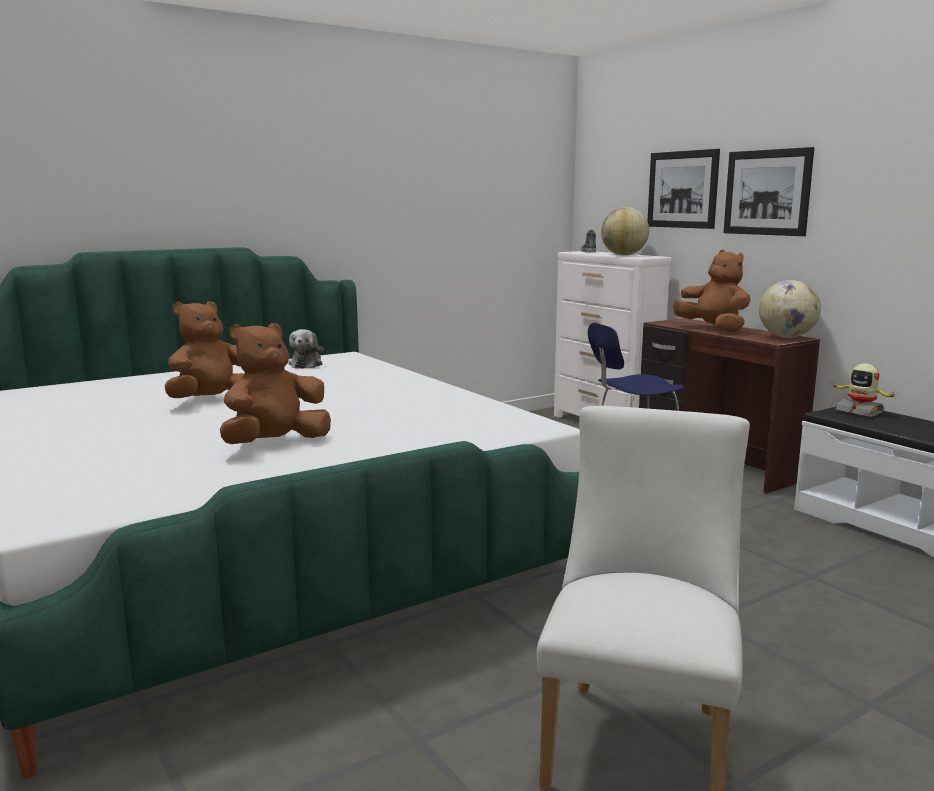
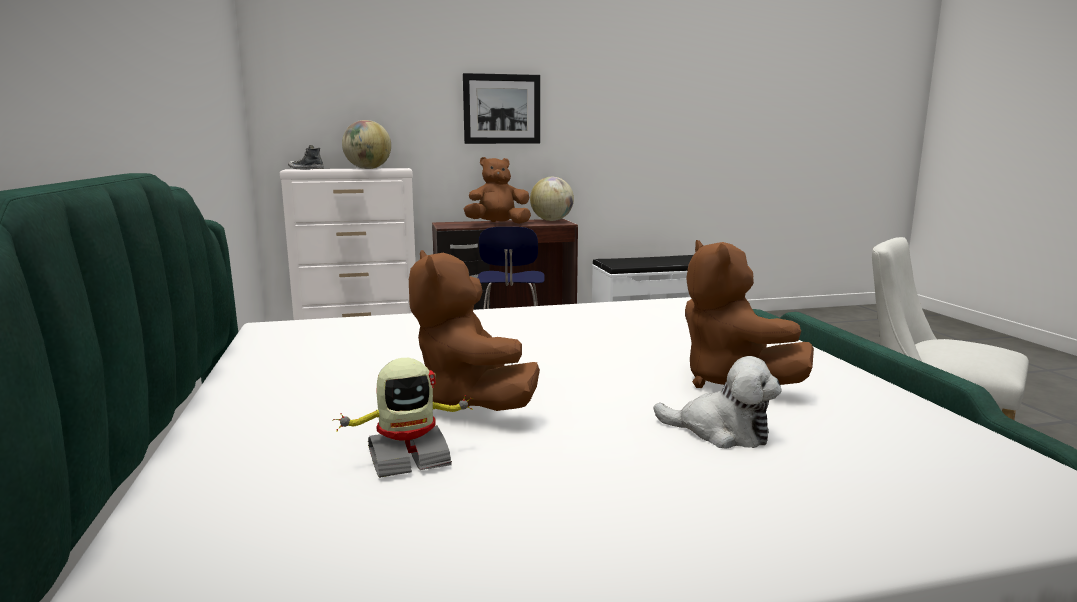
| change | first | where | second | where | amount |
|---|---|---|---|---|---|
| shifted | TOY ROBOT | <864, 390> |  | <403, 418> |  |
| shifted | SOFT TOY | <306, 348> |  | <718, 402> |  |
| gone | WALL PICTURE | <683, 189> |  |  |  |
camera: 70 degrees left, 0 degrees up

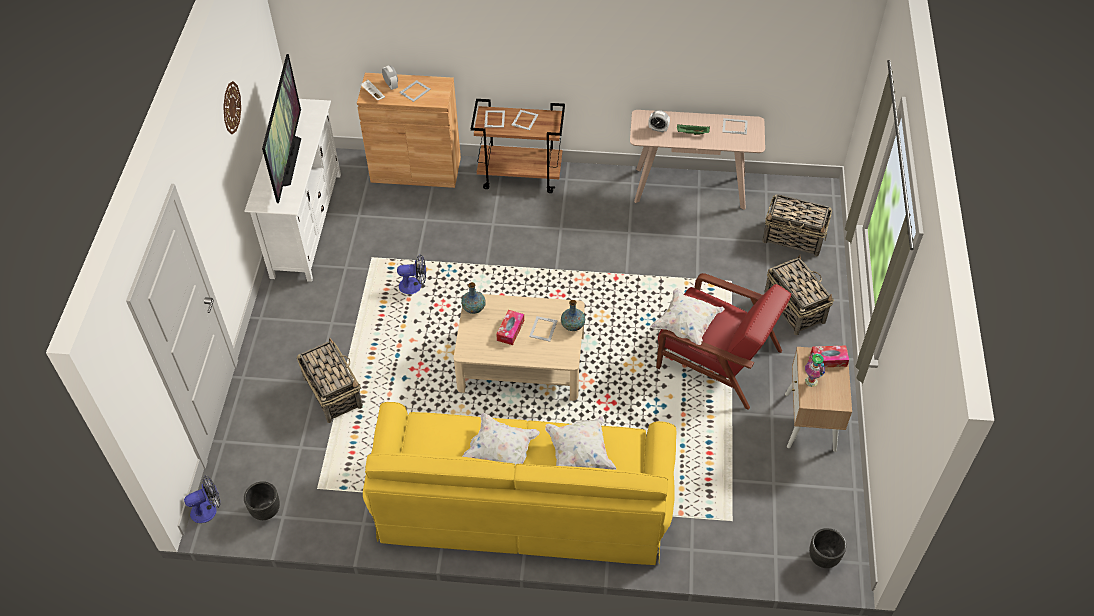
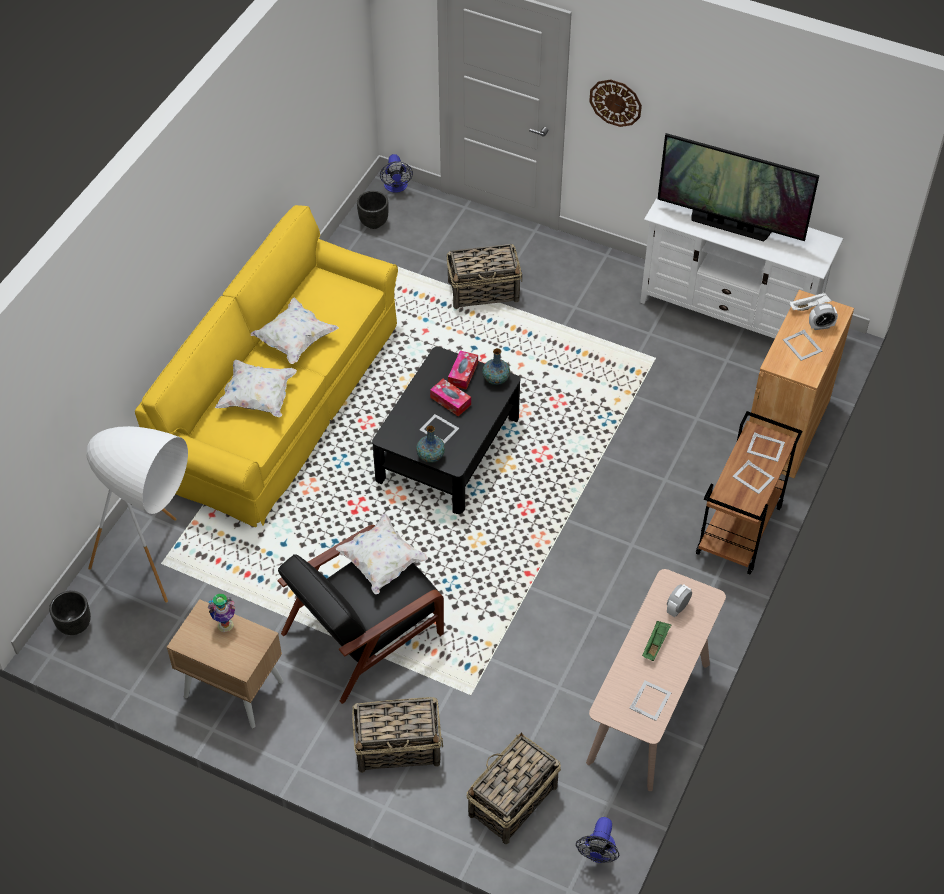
| change | first | where | second | where | amount |
|---|---|---|---|---|---|
| new |  |  | WHITE-COLOURED STANDING LAMP | <137, 514> |  |
| repainted | RED LOUNGE CHAIR | <723, 341> | BLACK-COLOURED LOUNGE CHAIR | <360, 614> |  |
| repainted | SAND-COLOURED COFFEE TABLE | <519, 347> | BLACK-COLOURED COFFEE TABLE | <446, 430> |  |
| shifted | TISSUE BOX | <829, 356> |  | <463, 370> |  |
| shifted | FAN | <411, 274> |  | <598, 840> |  |
| shifted | HANGING CLOCK | <232, 107> |  | <615, 103> |  |
camera: 110 degrees right, 0 degrees up

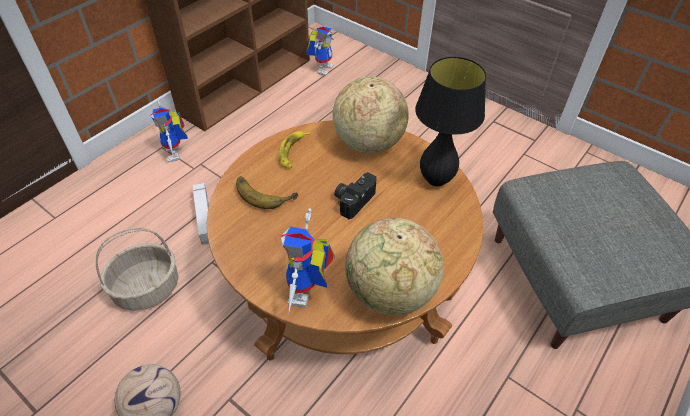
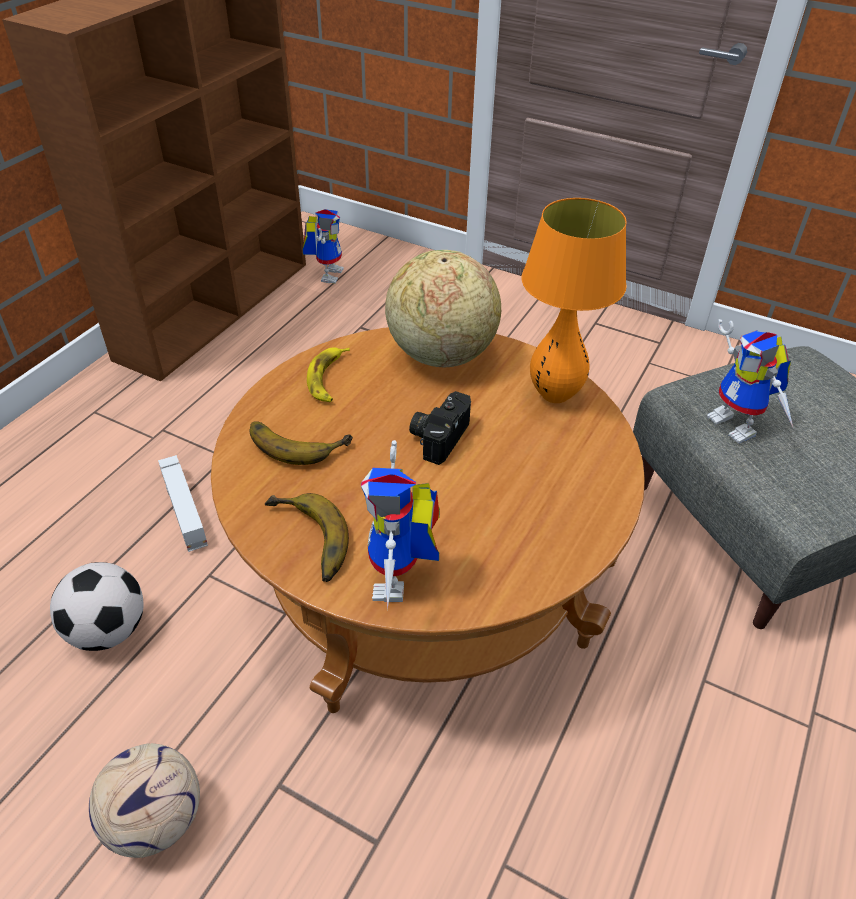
| change | first | where | second | where | amount |
|---|---|---|---|---|---|
| swapped | BASKET | <137, 269> | BALL FOR FOOTBALL | <96, 606> |  |
| new |  |  | BANANA FRUIT | <307, 537> |  |
| repainted | BLACK-COLOURED LAMP FOR A TABLE | <450, 121> | ORANGE-COLOURED LAMP FOR A TABLE | <574, 300> |  |
| shifted | TOY ROBOT | <169, 131> |  | <750, 381> |  |
| gone | GLOBE | <394, 266> |  |  |  |
camera: 10 degrees left, 5 degrees down

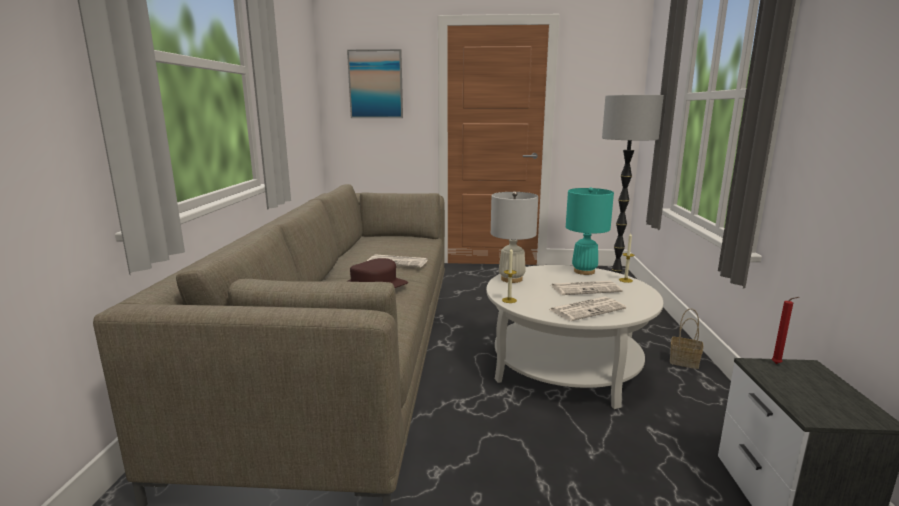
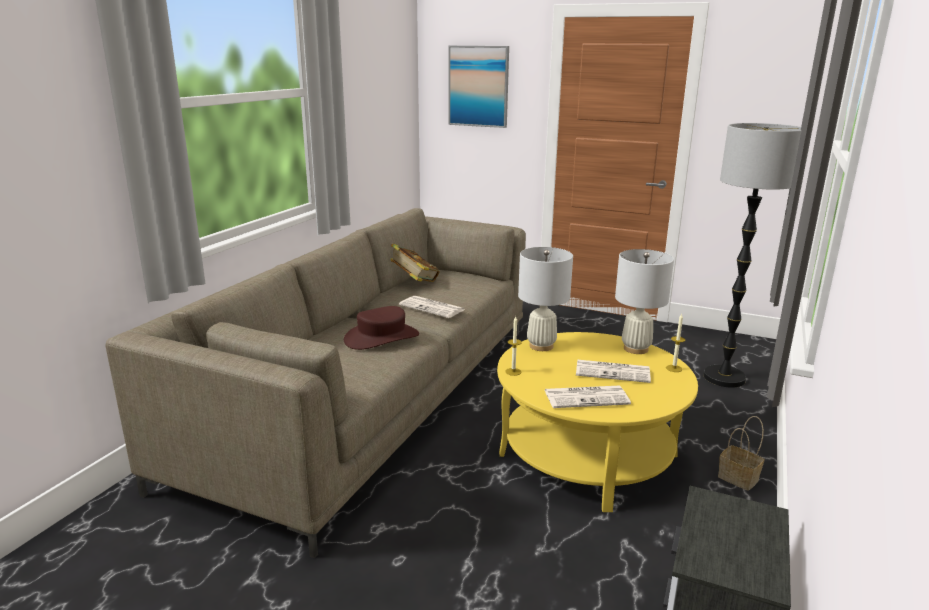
| change | first | where | second | where | amount |
|---|---|---|---|---|---|
| new |  |  | BOUND BOOK | <415, 262> |  |
| repainted | WHITE-COLOURED COFFEE TABLE | <574, 337> | YELLOW COFFEE TABLE | <597, 422> |  |
| repainted | BLUE-GREEN LAMP FOR A TABLE | <590, 231> | WHITE-COLOURED LAMP FOR A TABLE | <644, 301> |  |
| gone | RED WAX LIGHT | <785, 330> |  |  |  |
camera: 20 degrees right, 5 degrees up

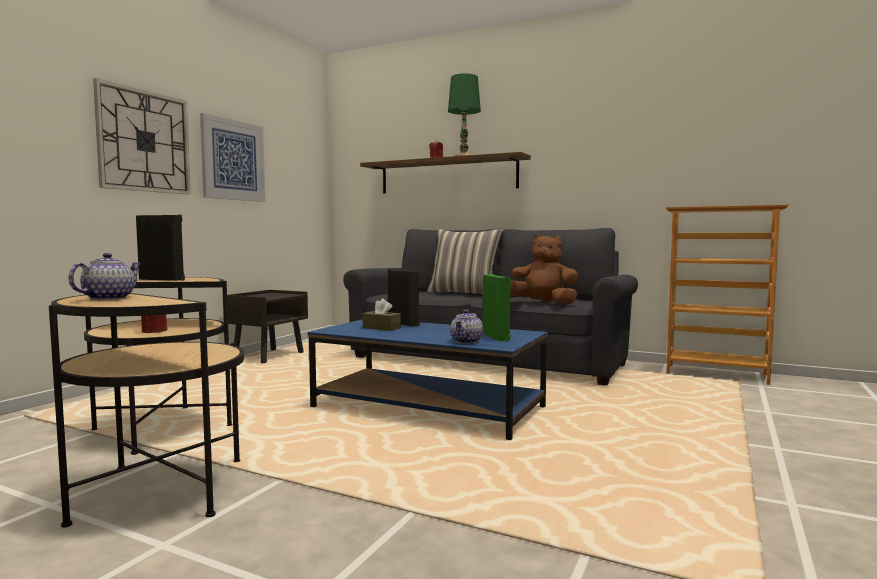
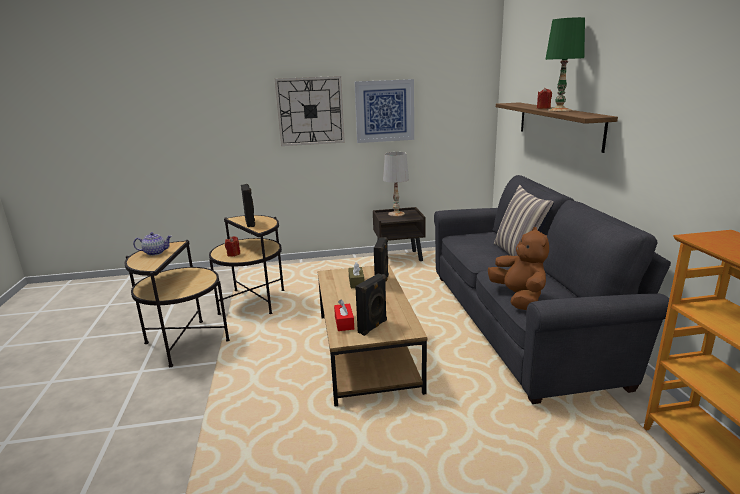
| change | first | where | second | where | amount |
|---|---|---|---|---|---|
| repainted | BLUISH COFFEE TABLE | <428, 379> | BROWNISH COFFEE TABLE | <372, 335> |  |
| swapped | POT FOR TEA | <466, 327> | RED TISSUE BOX | <344, 315> |  |
| repainted | GREENISH LOUDSPEAKER | <497, 308> | BLACK-COLOURED LOUDSPEAKER | <371, 305> |  |
| new |  |  | WHITE-COLOURED LAMP FOR A TABLE | <396, 184> |  |
camera: 55 degrees right, 15 degrees up

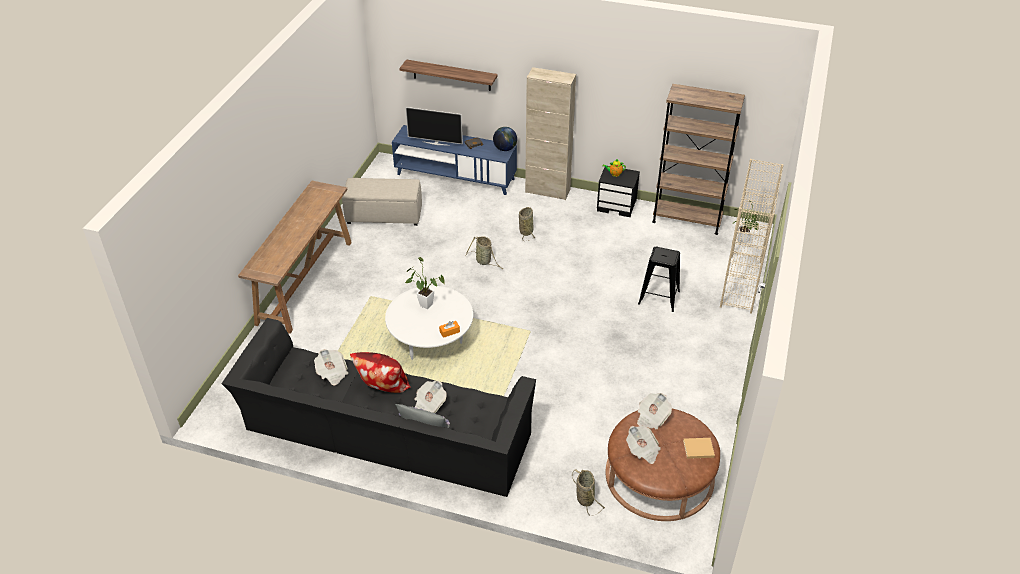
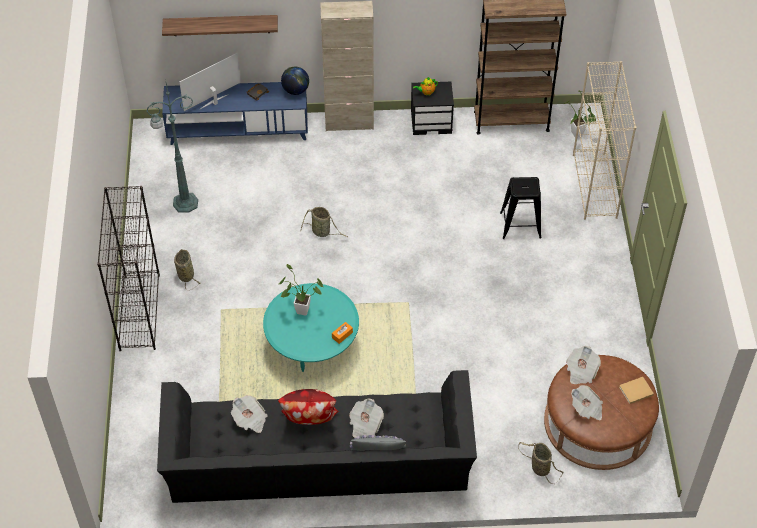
| change | first | where | second | where | amount |
|---|---|---|---|---|---|
| swapped | BROWNISH NARROW TABLE | <295, 257> | BLACK-COLOURED SHELVING UNIT | <128, 268> |  |
| swapped | SAND-COLOURED OTTOMAN | <382, 202> | GREENISH STANDING LAMP | <172, 148> |  |
| shifted | BASKET | <527, 224> |  | <187, 270> |  |
| rotated | TV | <434, 126> |  | <210, 82> | 150 degrees clockwise |
| repainted | WHITE-COLOURED COFFEE TABLE | <429, 323> | BLUE-GREEN COFFEE TABLE | <311, 327> |  |
camera: 20 degrees left, 10 degrees up

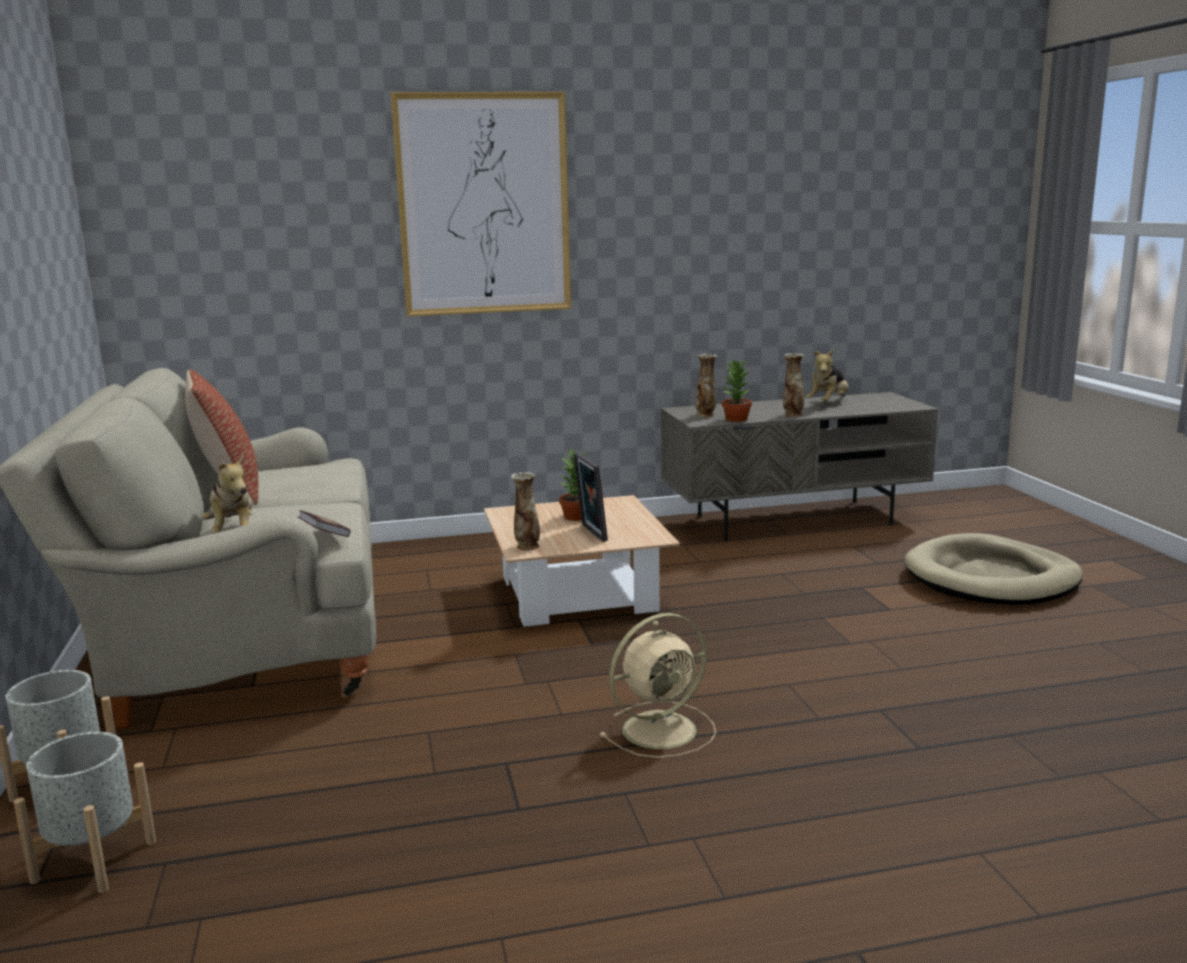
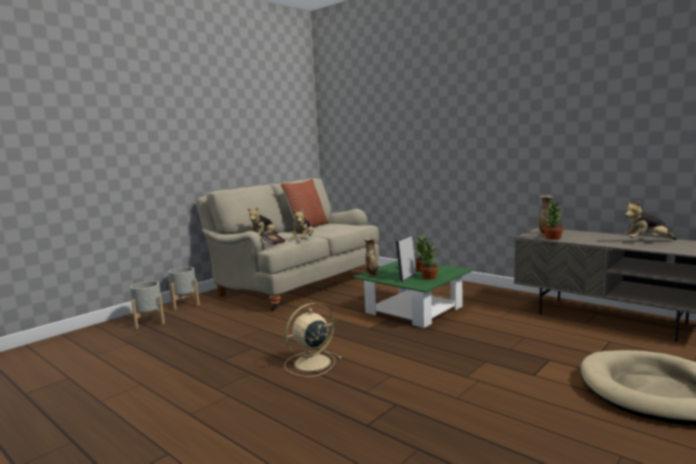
| change | first | where | second | where | amount |
|---|---|---|---|---|---|
| rotated | SAND-COLOURED FAN | <657, 685> |  | <313, 340> | 120 degrees clockwise |
| new |  |  | SOFT TOY | <302, 224> |  |
| repainted | SAND-COLOURED COFFEE TABLE | <582, 561> | GREENISH COFFEE TABLE | <413, 294> |  |
| new |  |  | POTTED PLANT | <429, 260> |  |
| gone | WALL PICTURE | <481, 204> |  |  |  |
| gone | DECORATIVE VASE | <793, 385> |  |  |  |
camera: 55 degrees right, 5 degrees down

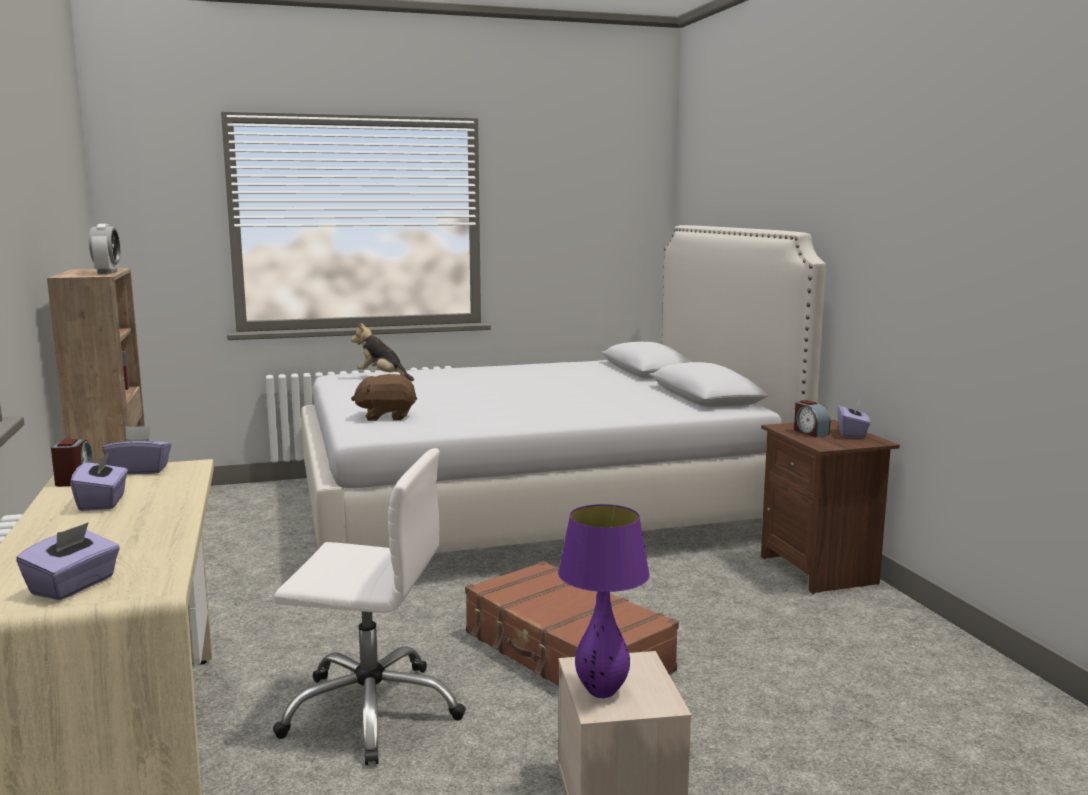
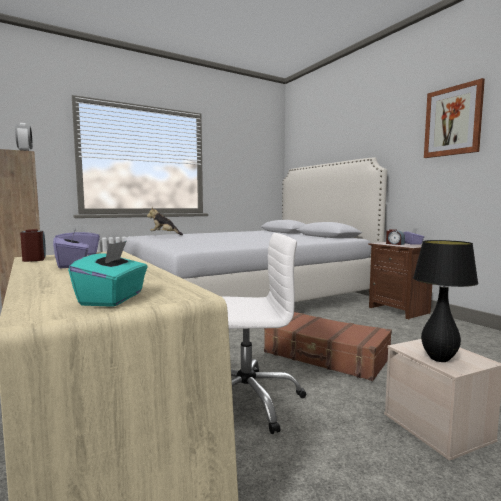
| change | first | where | second | where | amount |
|---|---|---|---|---|---|
| repainted | PURPLE TISSUE BOX | <68, 561> | BLUE-GREEN TISSUE BOX | <108, 274> |  |
| repainted | PURPLE LAMP FOR A TABLE | <604, 601> | BLACK-COLOURED LAMP FOR A TABLE | <445, 301> |  |
| new |  |  | WALL PICTURE | <454, 118> |  |
| gone | BROWNISH SOFT TOY | <384, 397> |  |  |  |
camera: 15 degrees left, 5 degrees down

